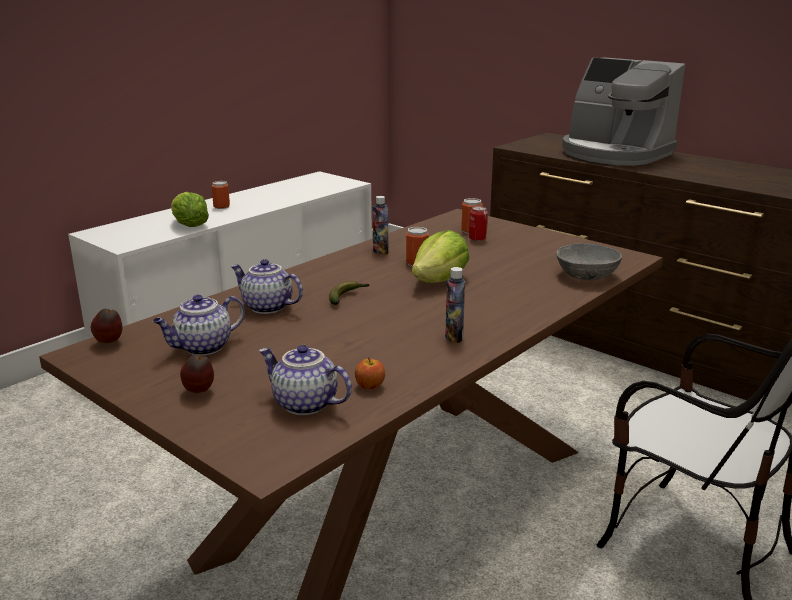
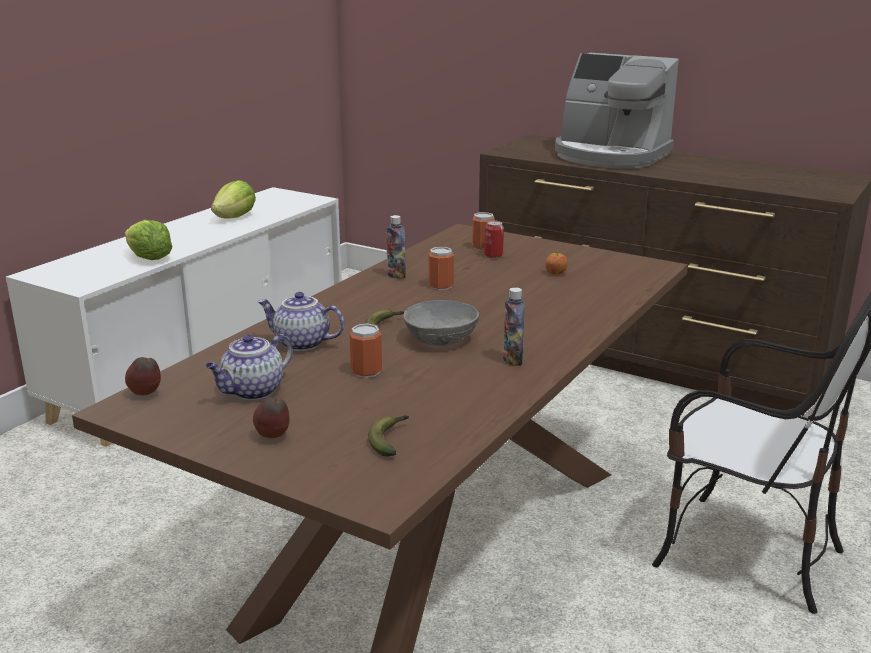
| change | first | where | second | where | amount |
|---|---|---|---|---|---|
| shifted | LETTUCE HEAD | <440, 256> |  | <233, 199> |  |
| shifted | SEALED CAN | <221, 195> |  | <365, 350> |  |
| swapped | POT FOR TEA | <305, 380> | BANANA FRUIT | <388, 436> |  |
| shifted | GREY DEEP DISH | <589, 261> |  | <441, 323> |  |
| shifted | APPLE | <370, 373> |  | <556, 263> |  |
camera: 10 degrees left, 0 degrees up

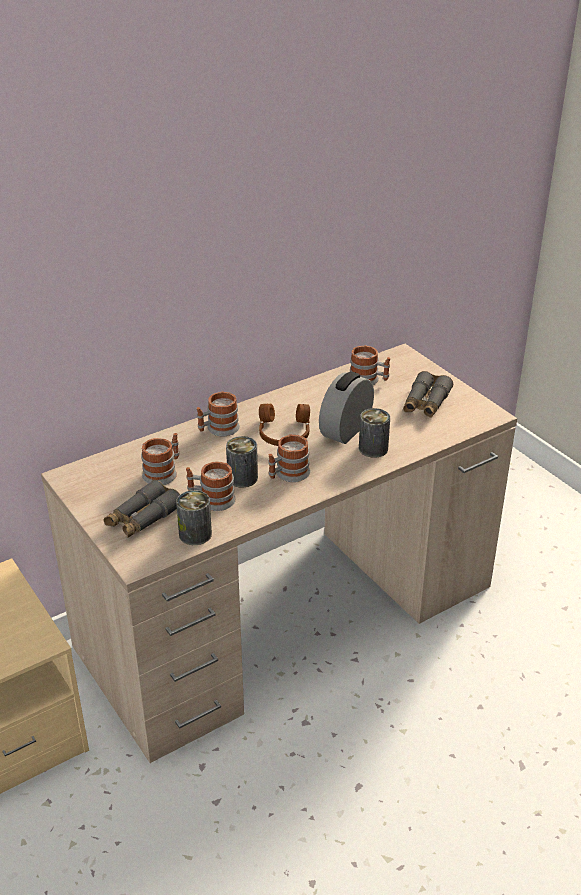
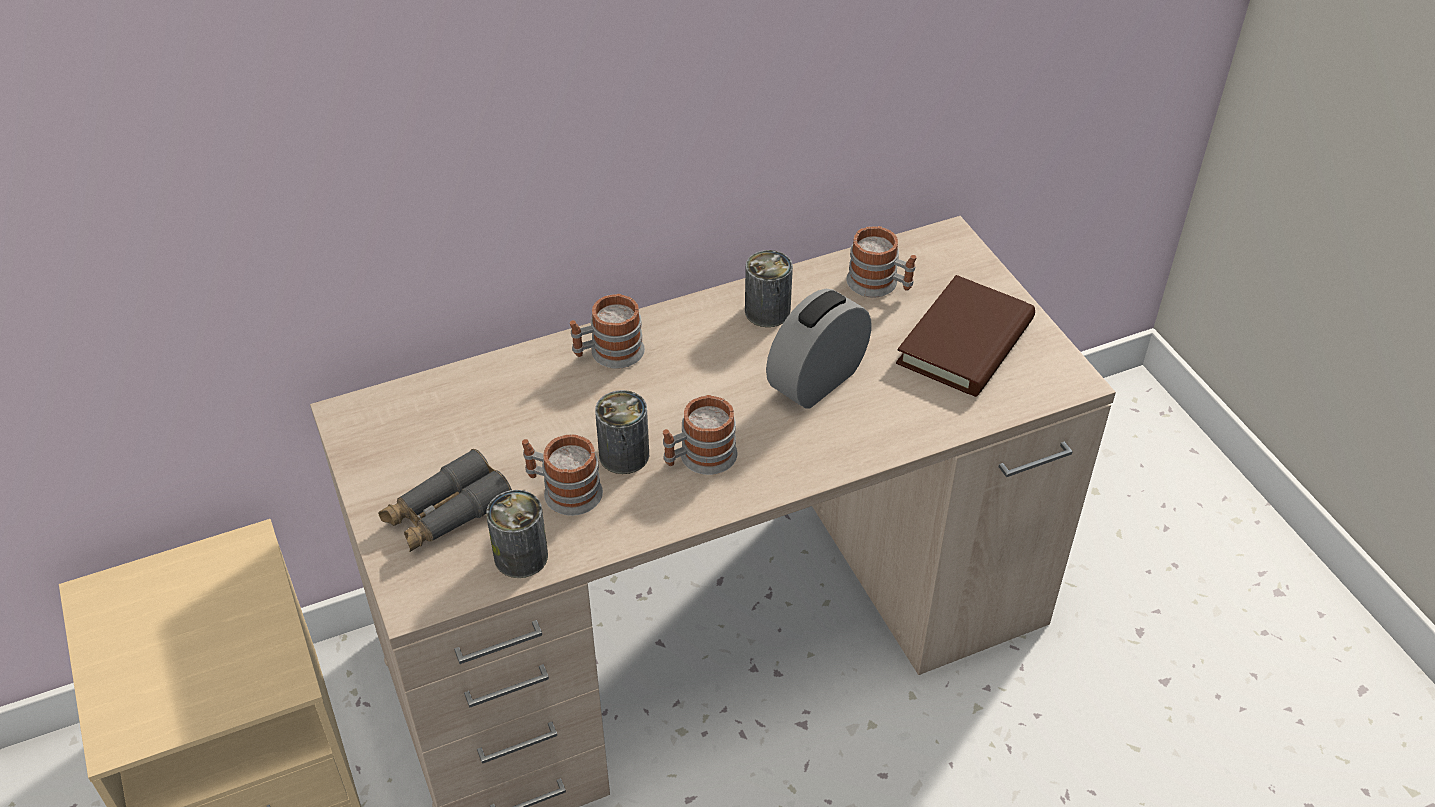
| change | first | where | second | where | amount |
|---|---|---|---|---|---|
| shifted | SEALED CAN | <374, 433> |  | <769, 288> |  |
| swapped | GREY FIELD GLASSES | <428, 394> | BROWNISH BOUND BOOK | <965, 336> |  |
| gone | TEA MUG | <160, 459> |  |  |  |
| gone | BROWNISH PAIR OF HEADPHONES | <284, 425> |  |  |  |
camera: 10 degrees right, 10 degrees up

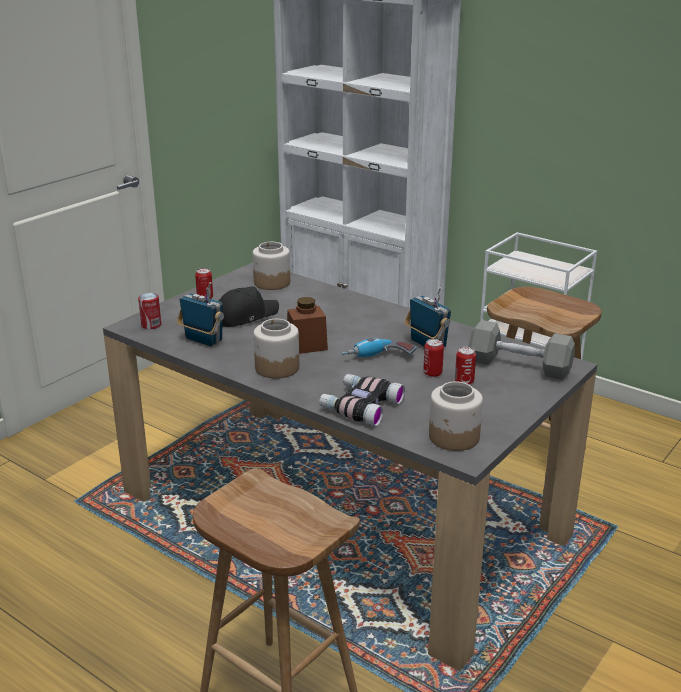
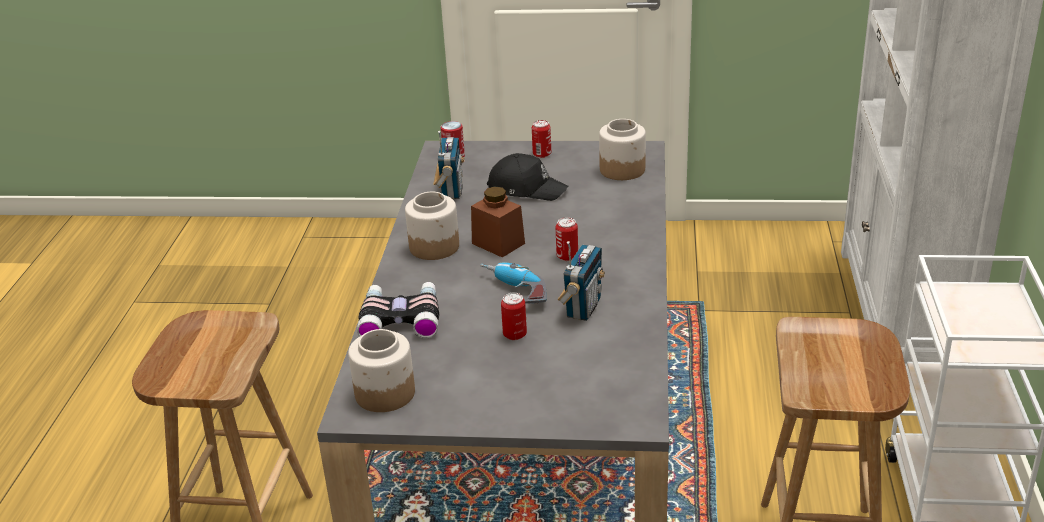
| change | first | where | second | where | amount |
|---|---|---|---|---|---|
| shifted | SEALED CAN | <465, 366> |  | <567, 239> |  |
| gone | GREY FREE WEIGHT | <522, 350> |  |  |  |
camera: 60 degrees right, 5 degrees up

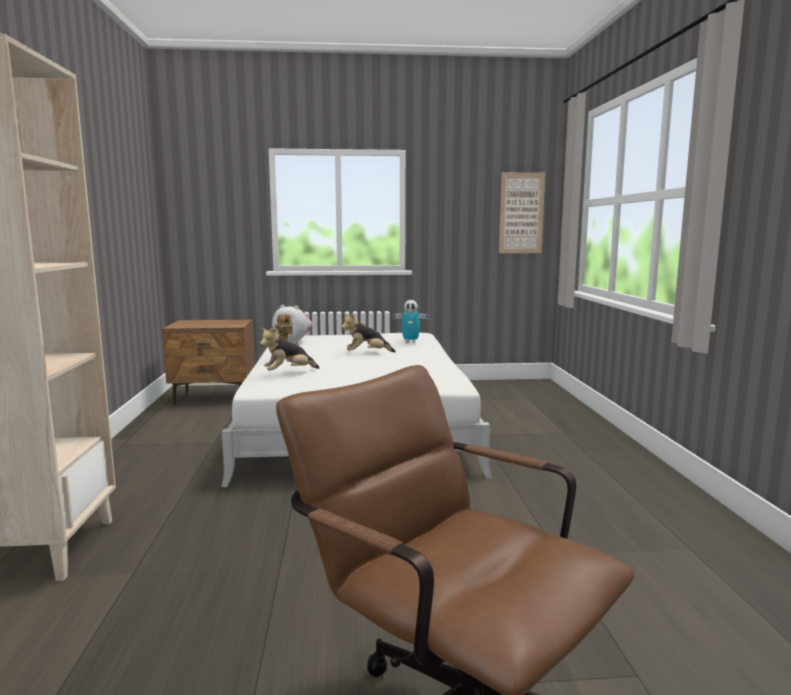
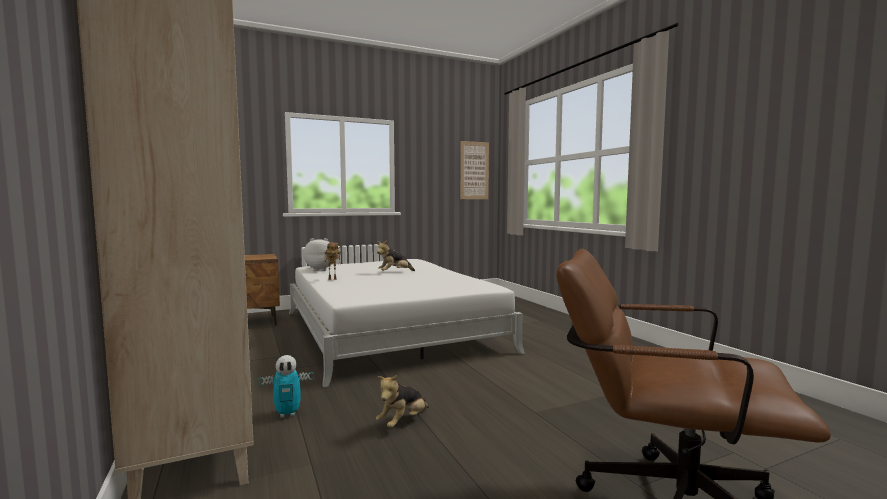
| change | first | where | second | where | amount |
|---|---|---|---|---|---|
| shifted | TOY ROBOT | <411, 321> |  | <286, 386> |  |
| shifted | SOFT TOY | <290, 349> |  | <402, 401> |  |
camera: 20 degrees left, 5 degrees down

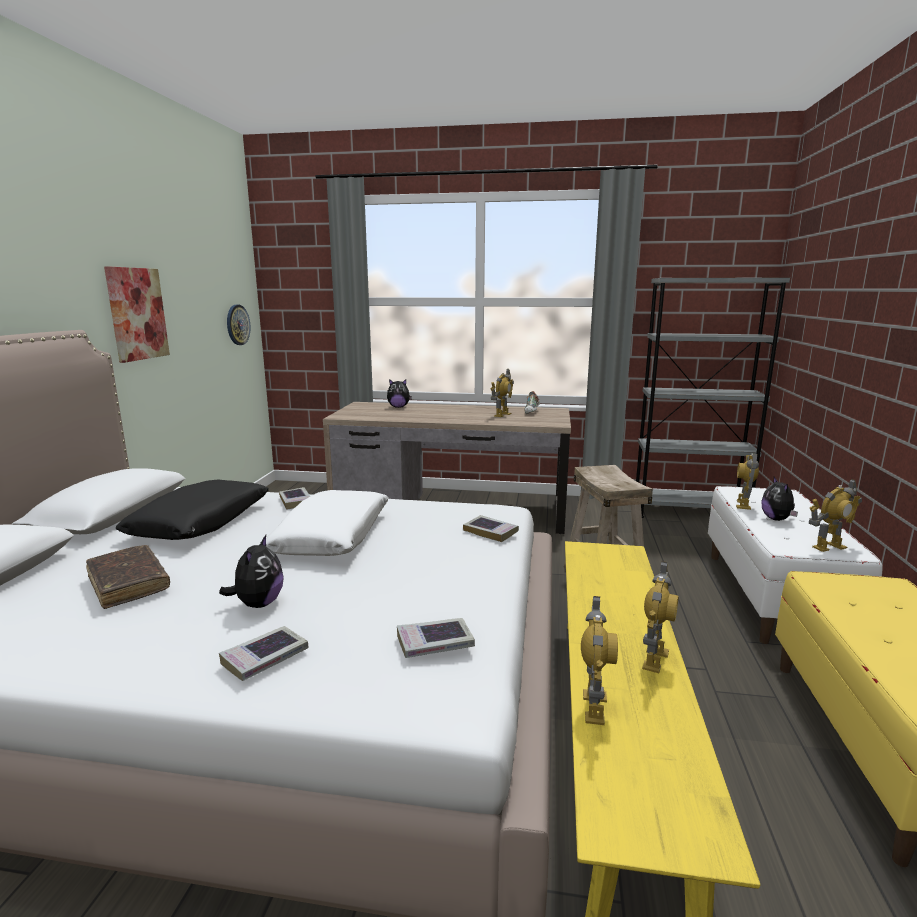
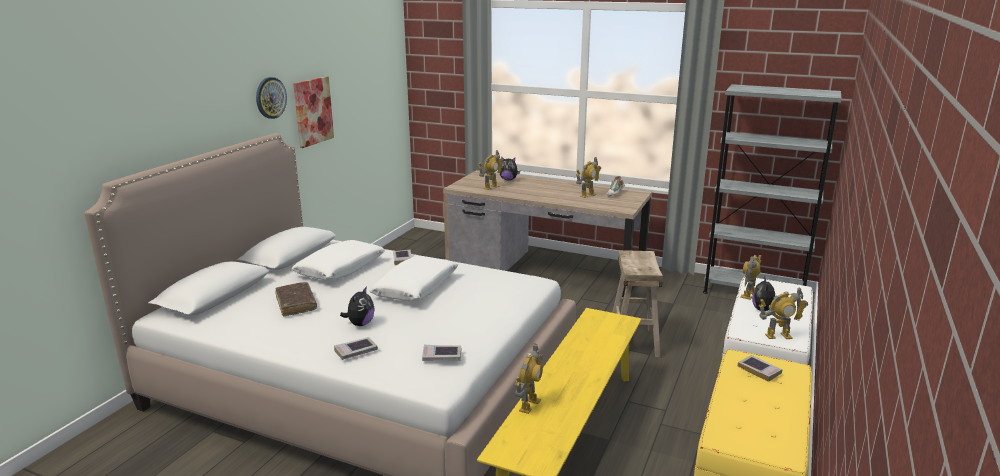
| change | first | where | second | where | amount |
|---|---|---|---|---|---|
| shifted | HANGING CLOCK | <238, 325> |  | <271, 98> |  |
| repainted | BLACK-COLOURED THROW PILLOW | <192, 510> | WHITE-COLOURED THROW PILLOW | <338, 260> |  |
| shifted | TOY ROBOT | <660, 617> |  | <490, 170> |  |
| shifted | BOUND BOOK | <491, 528> |  | <760, 368> |  |
camera: 15 degrees right, 5 degrees up

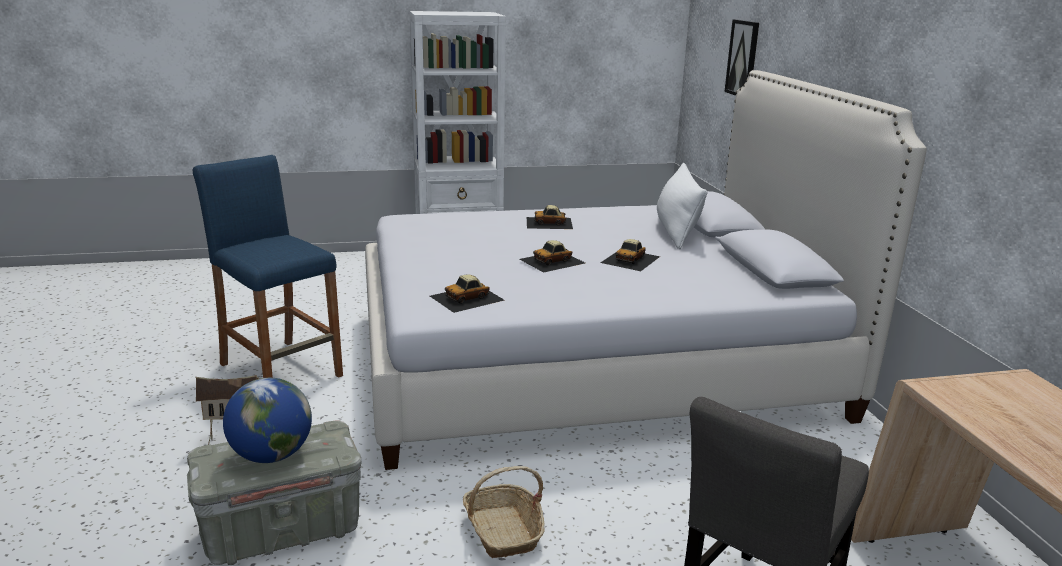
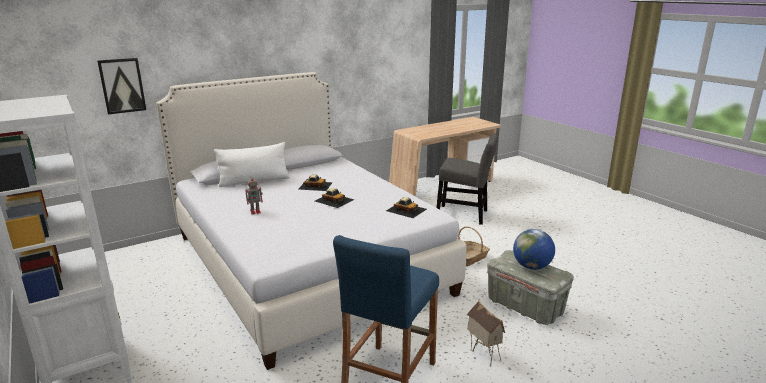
| change | first | where | second | where | amount |
|---|---|---|---|---|---|
| swapped | MINIATURE CAR | <550, 217> | TOY ROBOT | <254, 195> |  |
camera: 110 degrees left, 0 degrees up

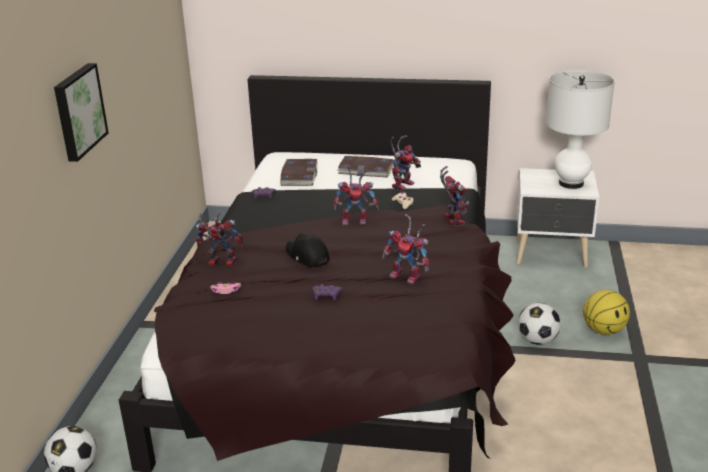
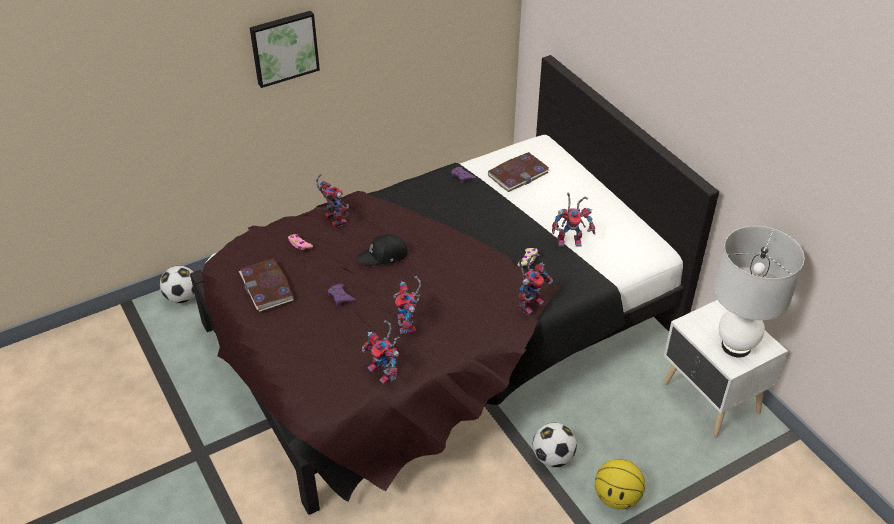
| change | first | where | second | where | amount |
|---|---|---|---|---|---|
| shifted | BOUND BOOK | <365, 166> |  | <266, 285> |  |
| rotated | BLACK-COLOURED PEAKED CAP | <308, 249> |  | <382, 250> | 120 degrees counterclockwise |
| shifted | TOY ROBOT | <356, 195> |  | <381, 352> |  |
camera: 50 degrees right, 15 degrees up

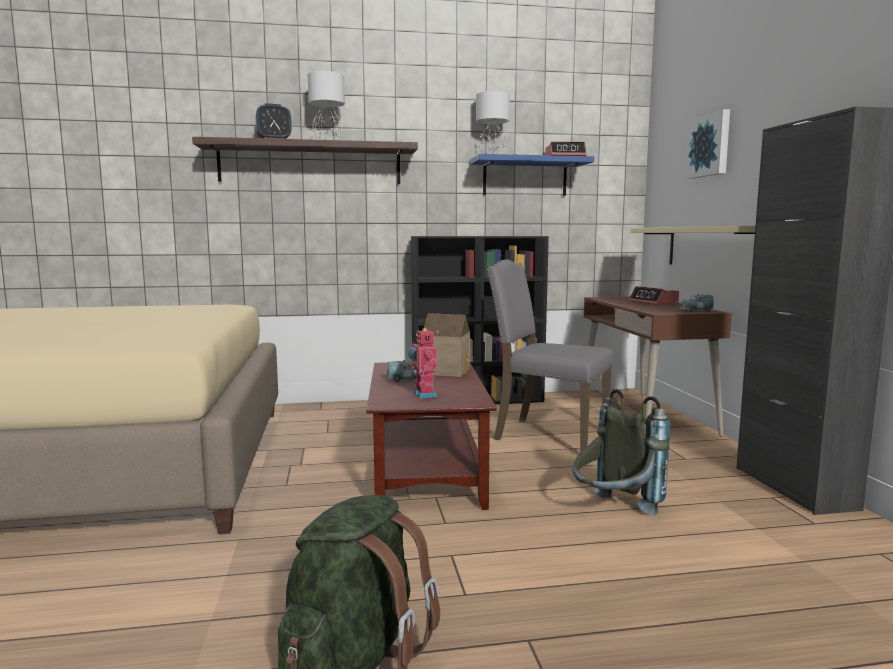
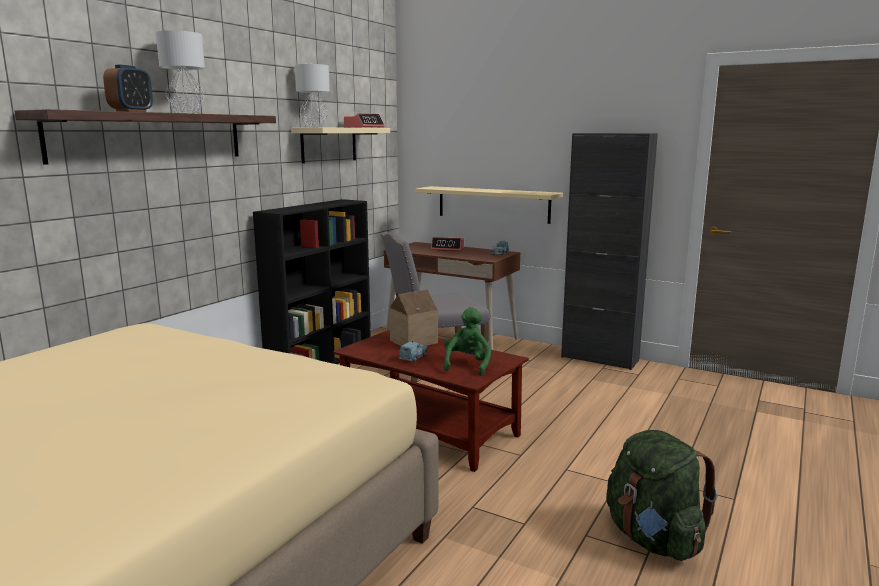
| change | first | where | second | where | amount |
|---|---|---|---|---|---|
| repainted | BLUISH SHELF | <532, 175> | SAND-COLOURED SHELF | <340, 145> |  |
| swapped | TOY ROBOT | <423, 363> | GREENISH SOFT TOY | <467, 341> |  |
| gone | GREY BACKPACK | <621, 452> |  |  |  |
| gone | WALL PICTURE | <707, 144> |  |  |  |
camera: 50 degrees left, 5 degrees up

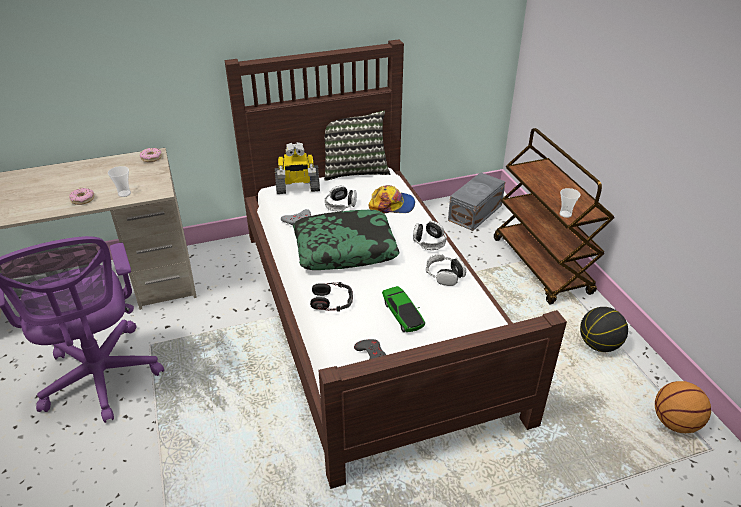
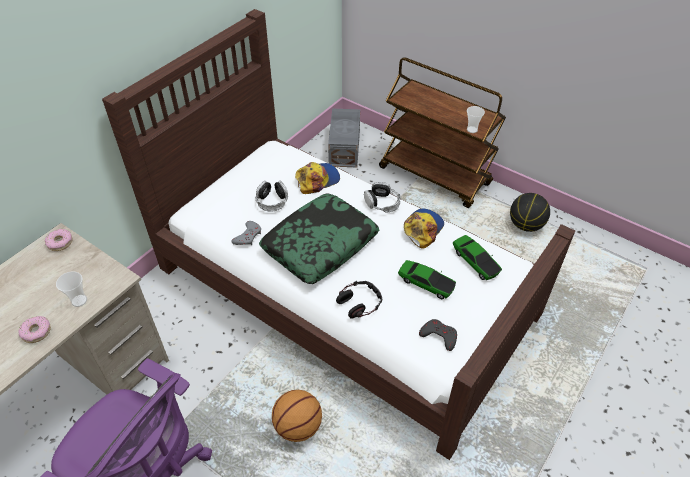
| change | first | where | second | where | amount |
|---|---|---|---|---|---|
| shifted | BALL FOR BASKETBALL | <683, 407> |  | <297, 416> |  |
| swapped | PAIR OF HEADPHONES | <446, 270> | PEAKED CAP | <424, 228> |  |
| new |  |  | MINIATURE CAR | <477, 257> |  |
| gone | TOY ROBOT | <297, 168> |  |  |  |
| gone | THROW PILLOW | <357, 146> |  |  |  |
camera: 35 degrees left, 10 degrees up

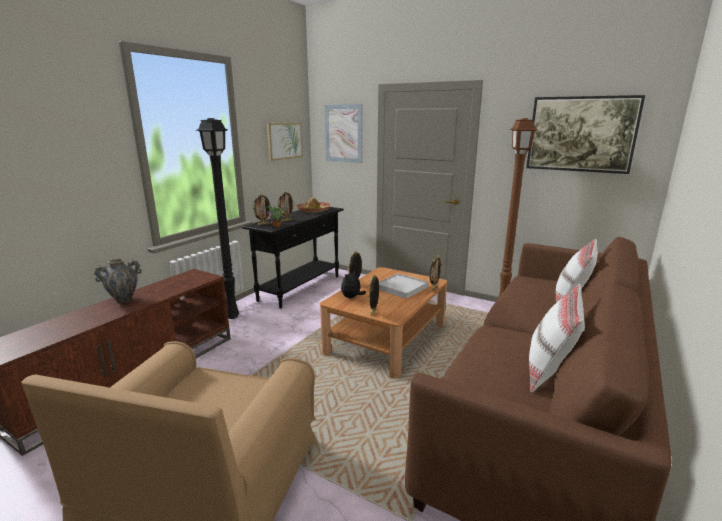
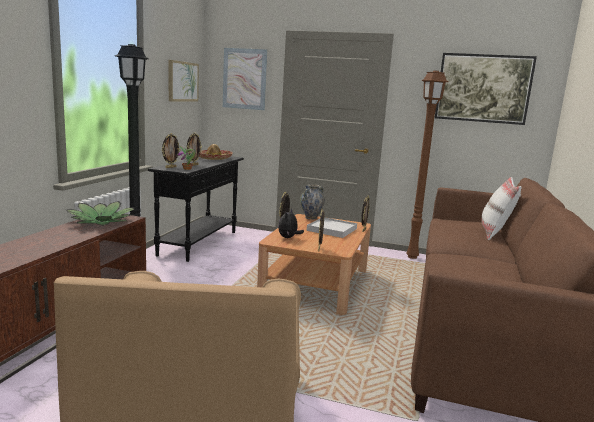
| change | first | where | second | where | amount |
|---|---|---|---|---|---|
| new |  |  | POTTED PLANT | <100, 213> |  |
| shifted | DECORATIVE VASE | <118, 281> |  | <312, 201> |  |
| gone | WHITE-COLOURED THROW PILLOW | <557, 338> |  |  |  |
camera: 15 degrees left, 5 degrees down

